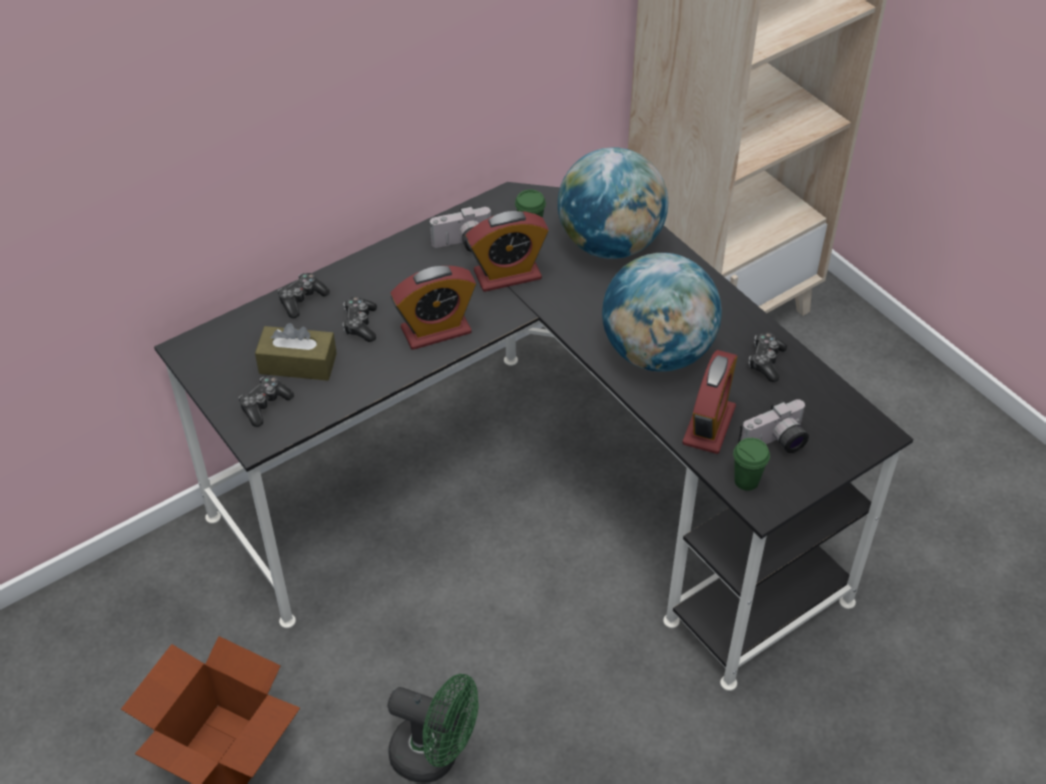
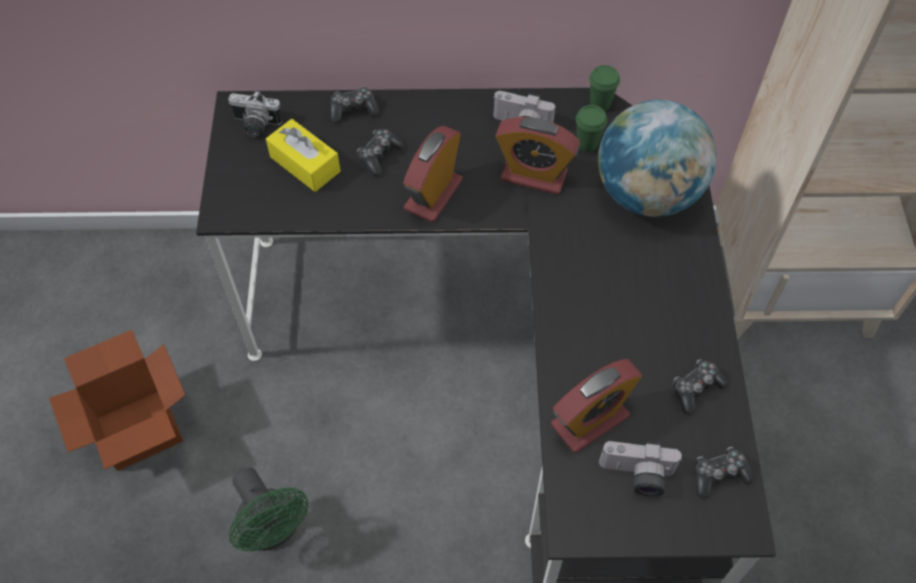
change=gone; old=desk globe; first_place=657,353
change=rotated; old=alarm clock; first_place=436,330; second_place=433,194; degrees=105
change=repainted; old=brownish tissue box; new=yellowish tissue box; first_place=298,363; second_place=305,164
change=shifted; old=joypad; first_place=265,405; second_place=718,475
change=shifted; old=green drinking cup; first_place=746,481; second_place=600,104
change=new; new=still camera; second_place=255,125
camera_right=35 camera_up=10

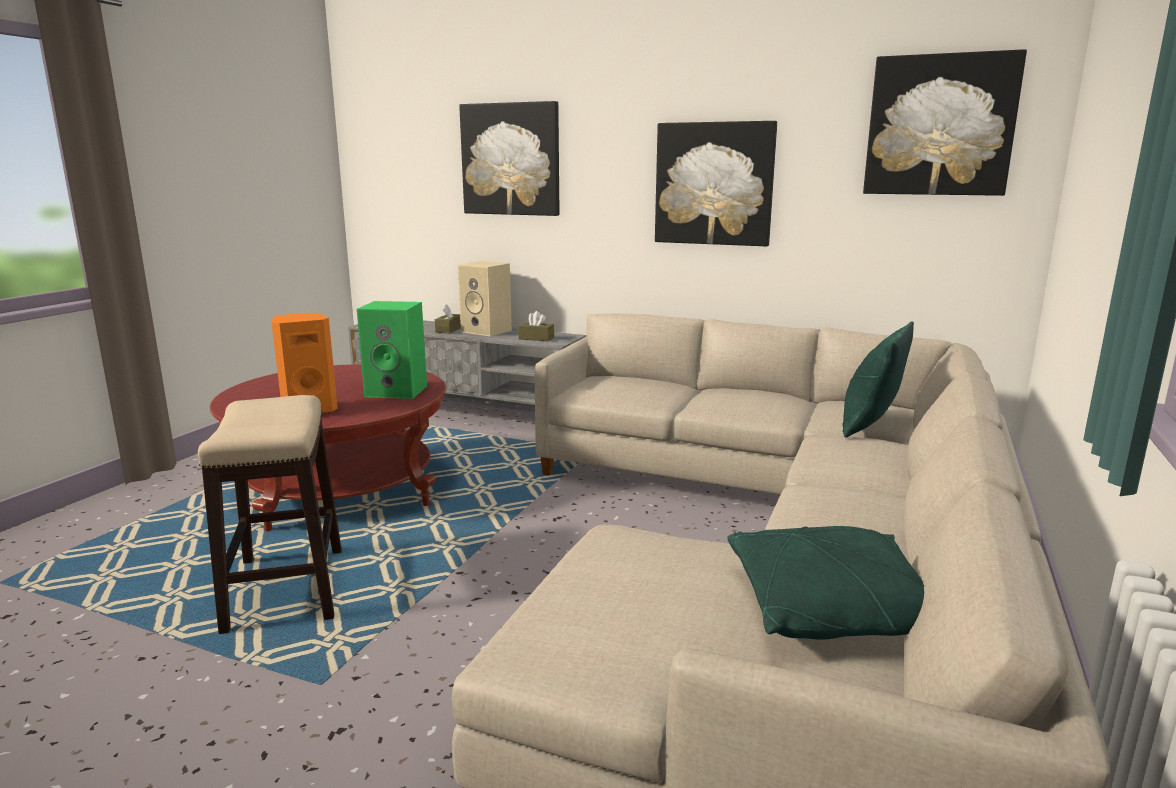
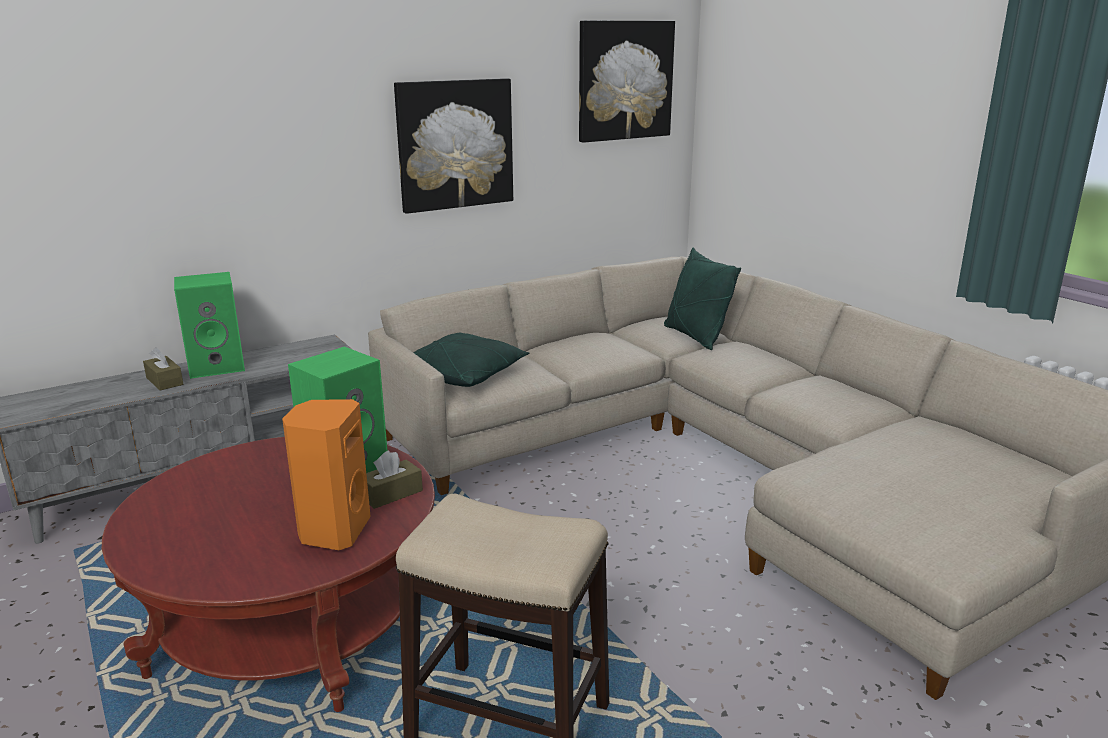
change=gone; old=picture; first_place=511,159
change=repainted; old=beige audio speaker; new=green audio speaker; first_place=488,331; second_place=218,366
change=shifted; old=brownish tissue box; first_place=536,338; second_place=391,494
change=shifted; old=green cushion; first_place=831,609; second_place=464,375
camera_right=-55 camera_up=5

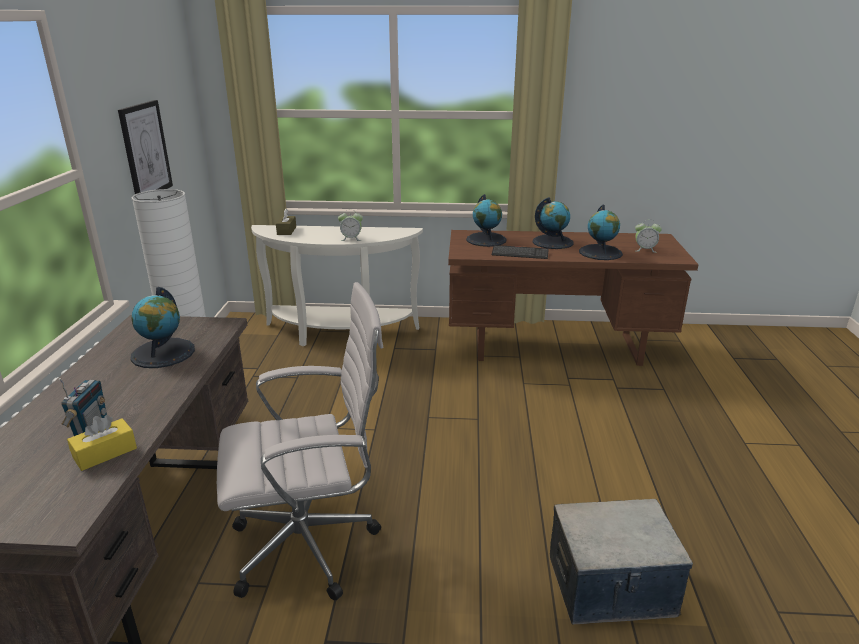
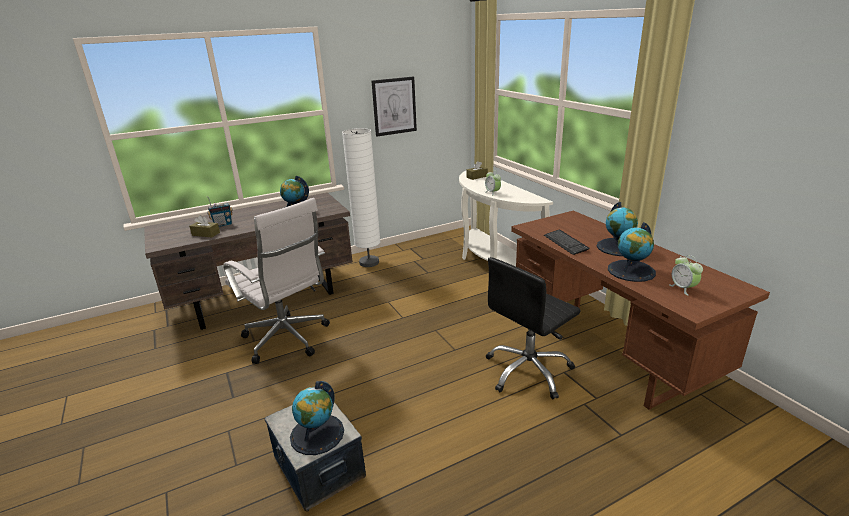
change=shifted; old=desk globe; first_place=486,240; second_place=317,434
change=repainted; old=yellowish tissue box; new=brownish tissue box; first_place=105,453; second_place=206,234
change=new; new=blackish computer chair; second_place=528,371
camera_right=60 camera_up=0

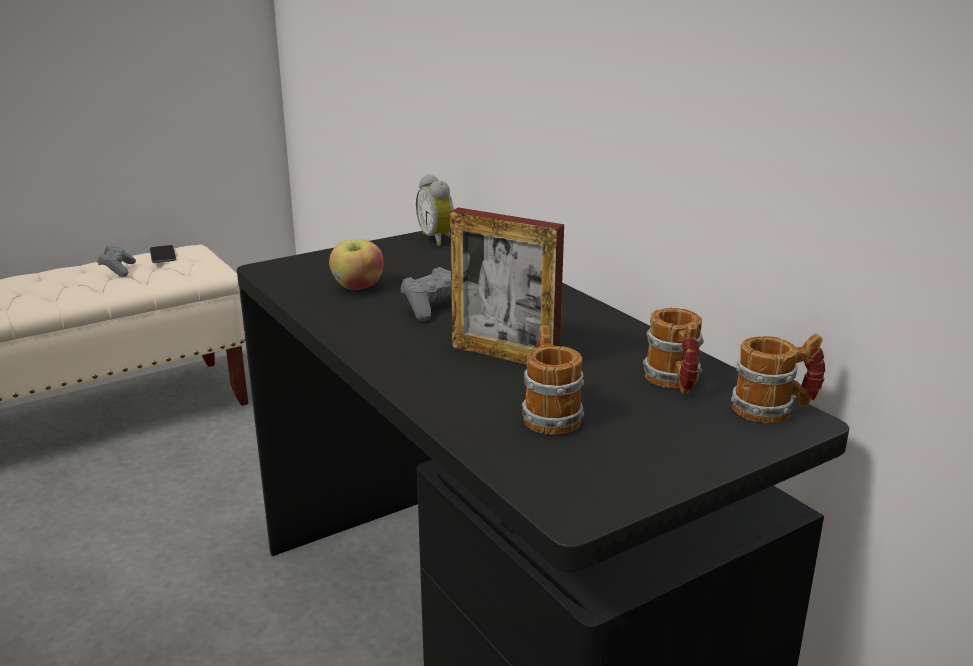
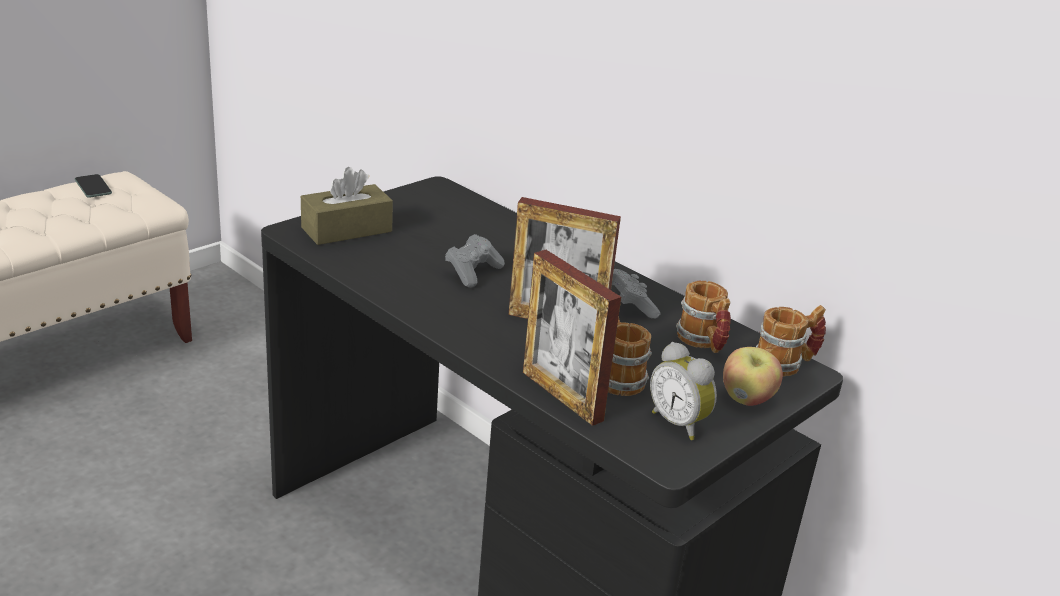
change=shifted; old=alarm clock; first_place=438,239; second_place=679,423
change=shifted; old=whole apple; first_place=357,287; second_place=747,399
change=shifted; old=greyish joypad; first_place=118,270; second_place=629,305
change=new; new=brownish tissue box; second_place=346,229
change=new; new=photo frame; second_place=562,396
camera_right=-15 camera_up=5

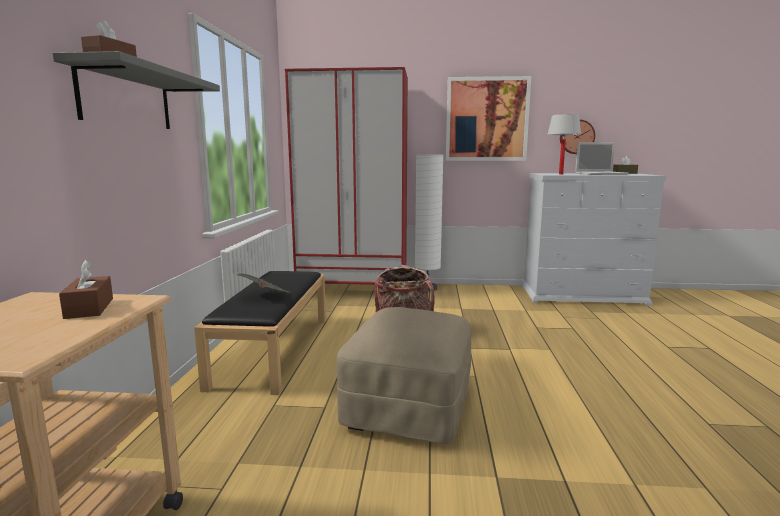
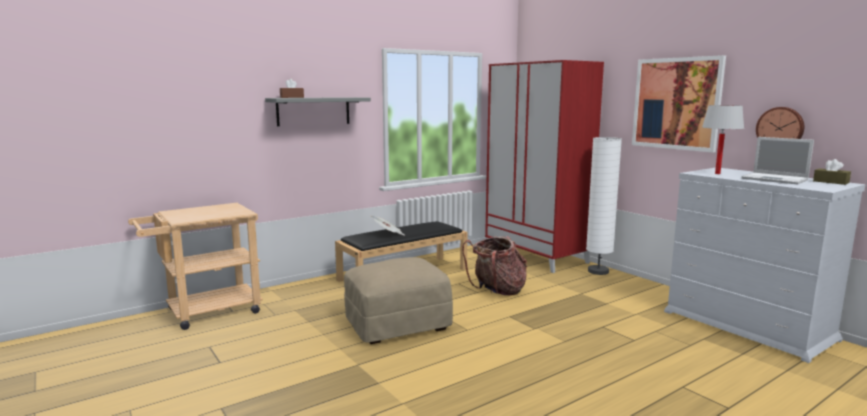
change=gone; old=brownish tissue box; first_place=89,308
camera_right=50 camera_up=0

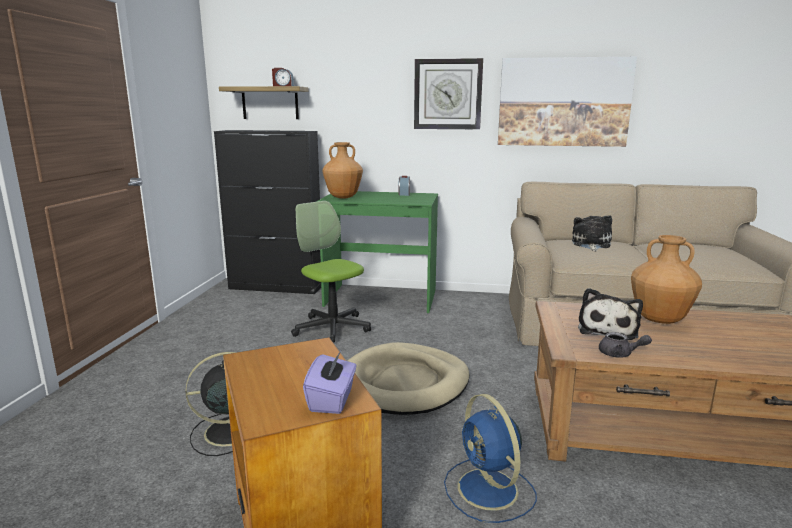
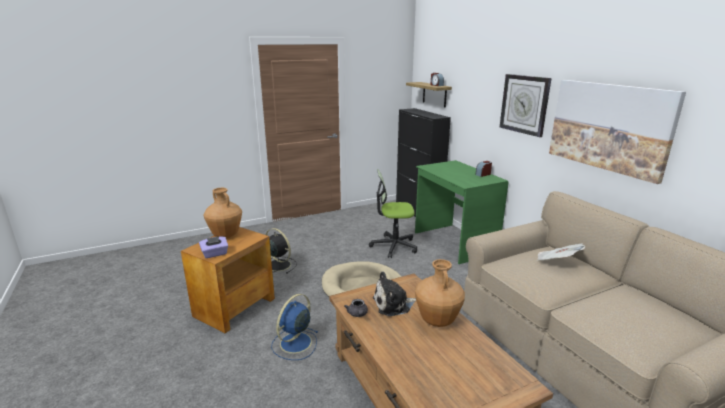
change=shifted; old=brownish decorative vase; first_place=343,197; second_place=226,236
change=rotated; old=computer chair; first_place=332,328; second_place=393,246; degrees=-105
change=swapped; old=soft toy; new=printed paper; first_place=590,244; second_place=556,262
camera_right=55 camera_up=5

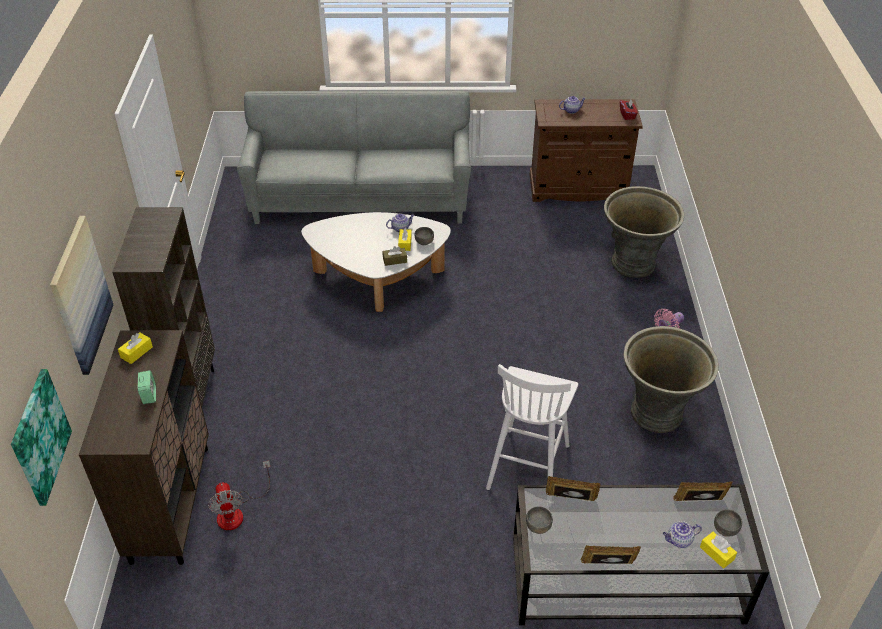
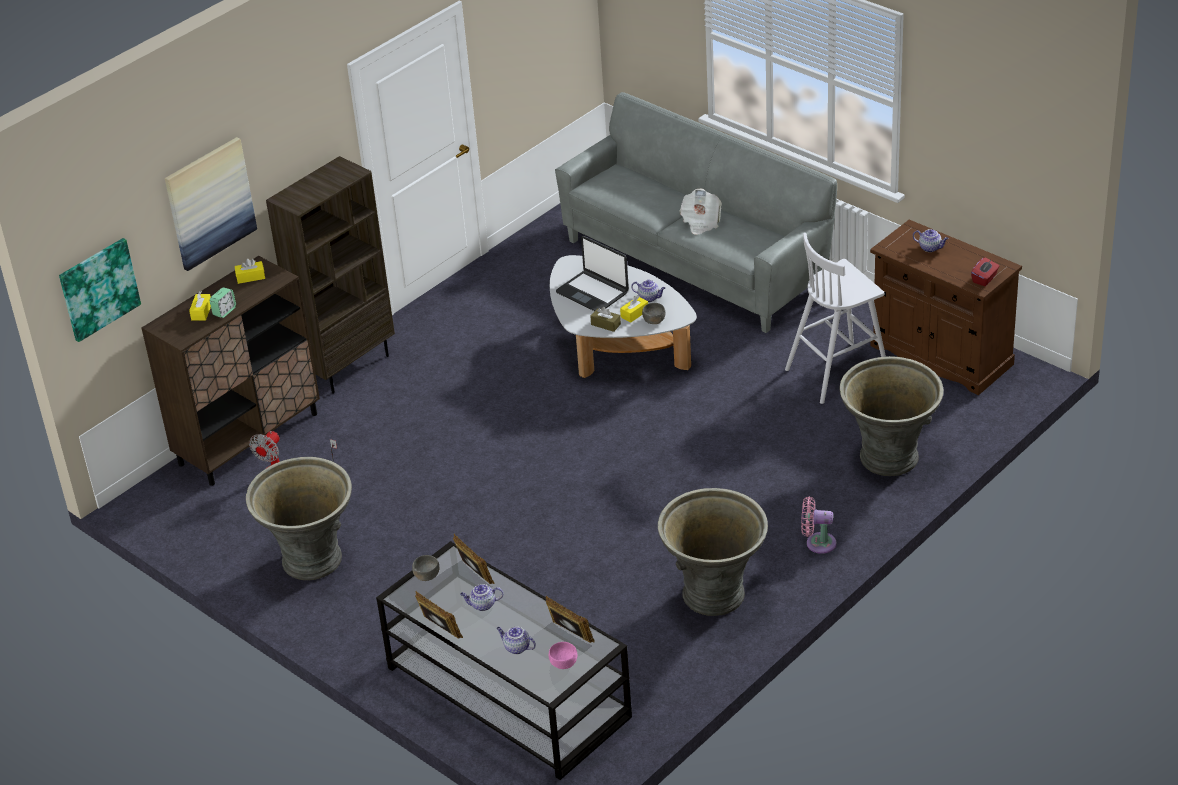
change=shifted; old=white sitting stool; first_place=529,465; second_place=838,372
change=repainted; old=greyish deep dish; new=pink deep dish; first_place=726,529; second_place=564,663
change=shifted; old=yellowish tissue box; first_place=717,553; second_place=201,312
change=new; new=printed paper; second_place=700,222
change=new; new=portable computer; second_place=593,292
change=new; new=greyish plant pot; second_place=311,561
change=new; new=pot for tea; second_place=482,605
camera_right=45 camera_up=-5

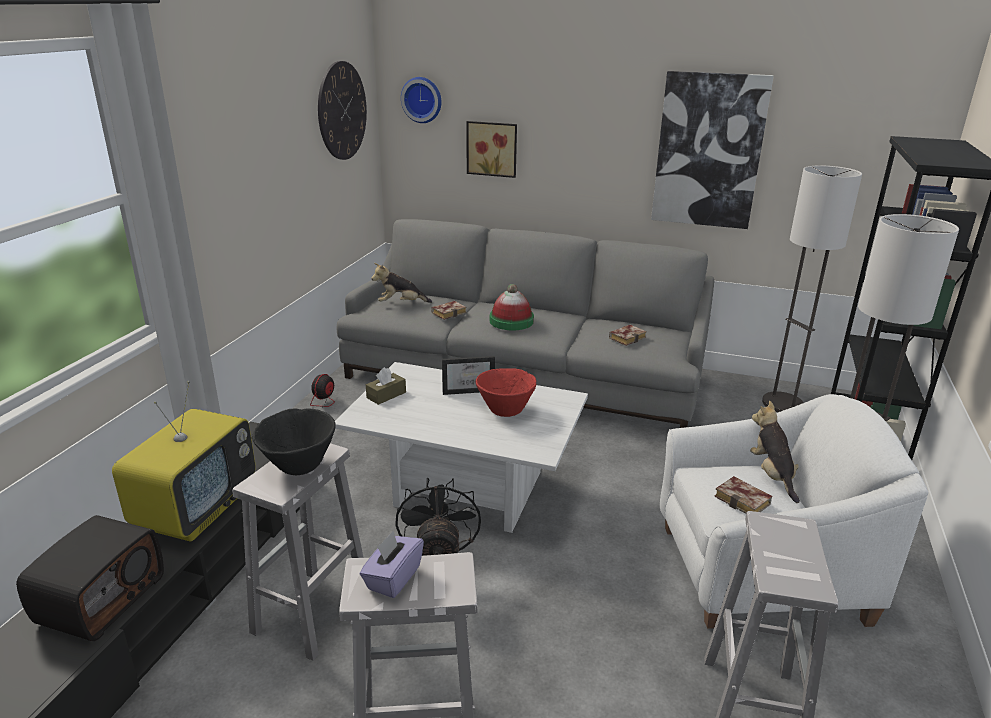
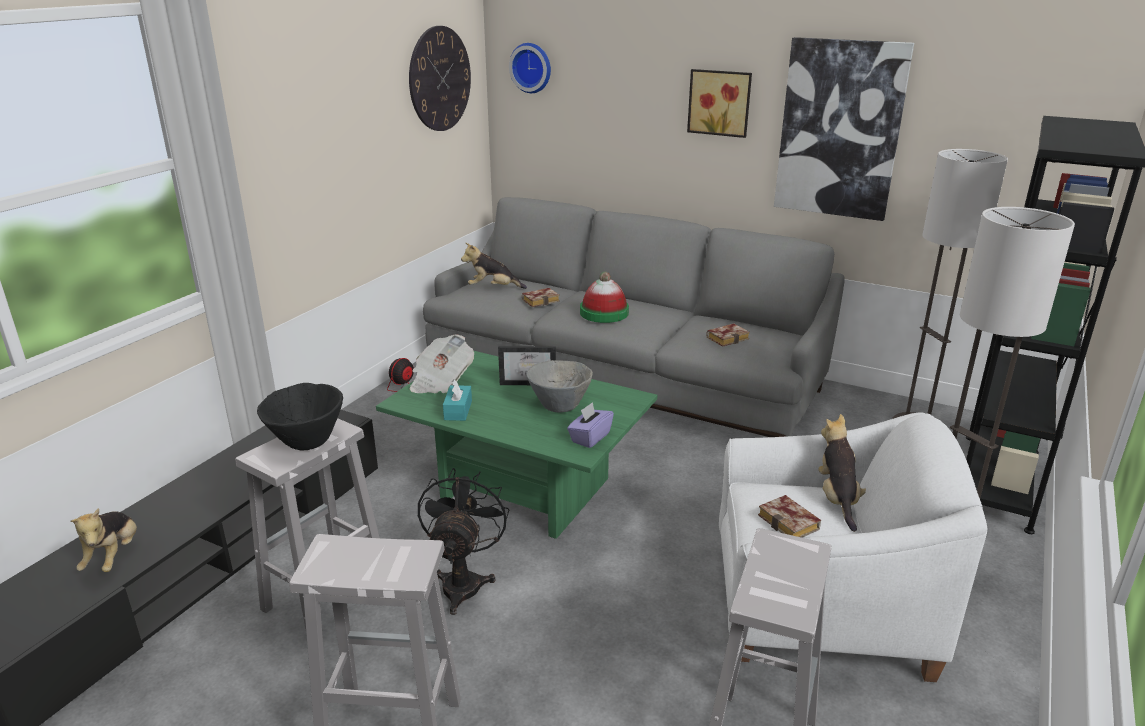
change=shifted; old=picture; first_place=492,148; second_place=720,102
change=repainted; old=white lounge table; new=green lounge table; first_place=465,491; second_place=521,491
change=swapped; old=brownish tissue box; new=printed paper; first_place=386,395; second_place=441,381
change=repainted; old=red deep dish; new=greyish deep dish; first_place=505,410; second_place=559,406
change=gone; old=TV; first_place=197,510
change=swapped; old=radio set; new=soft toy; first_place=101,599; second_place=113,556
change=shifted; old=purple-coloured tissue box; first_place=393,578; second_place=590,437
change=new; new=turquoise tissue box; second_place=458,410
camera_right=10 camera_up=0

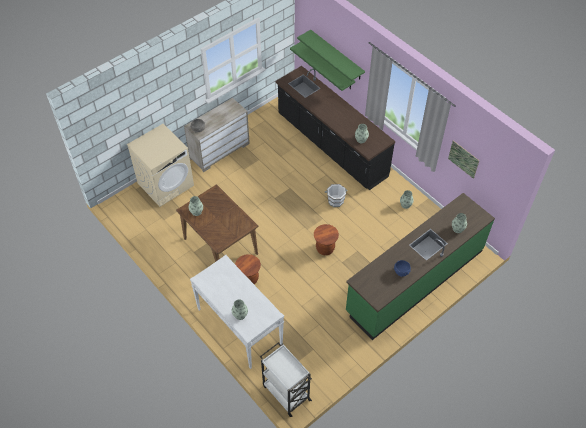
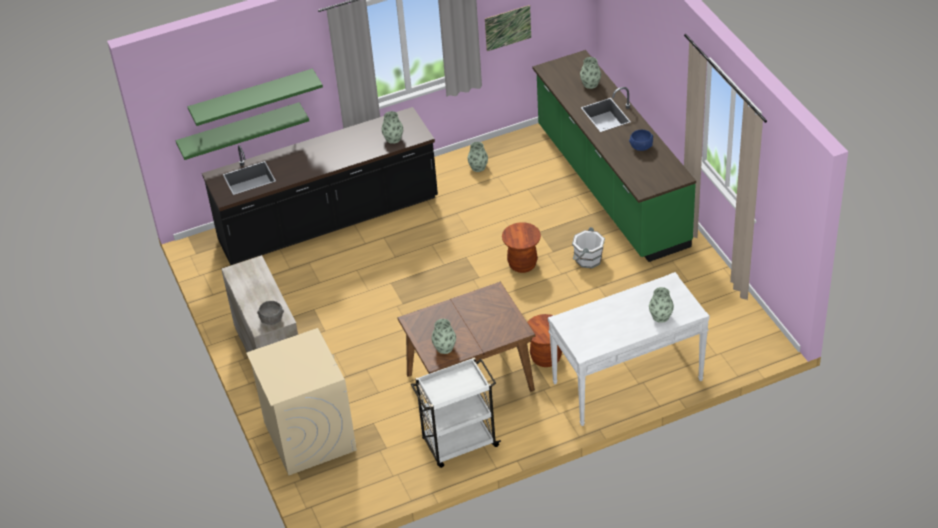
change=shifted; old=white bucket; first_place=335,200; second_place=588,259
change=shifted; old=white trolley; first_place=285,392; second_place=459,444
camera_right=-70 camera_up=-10

